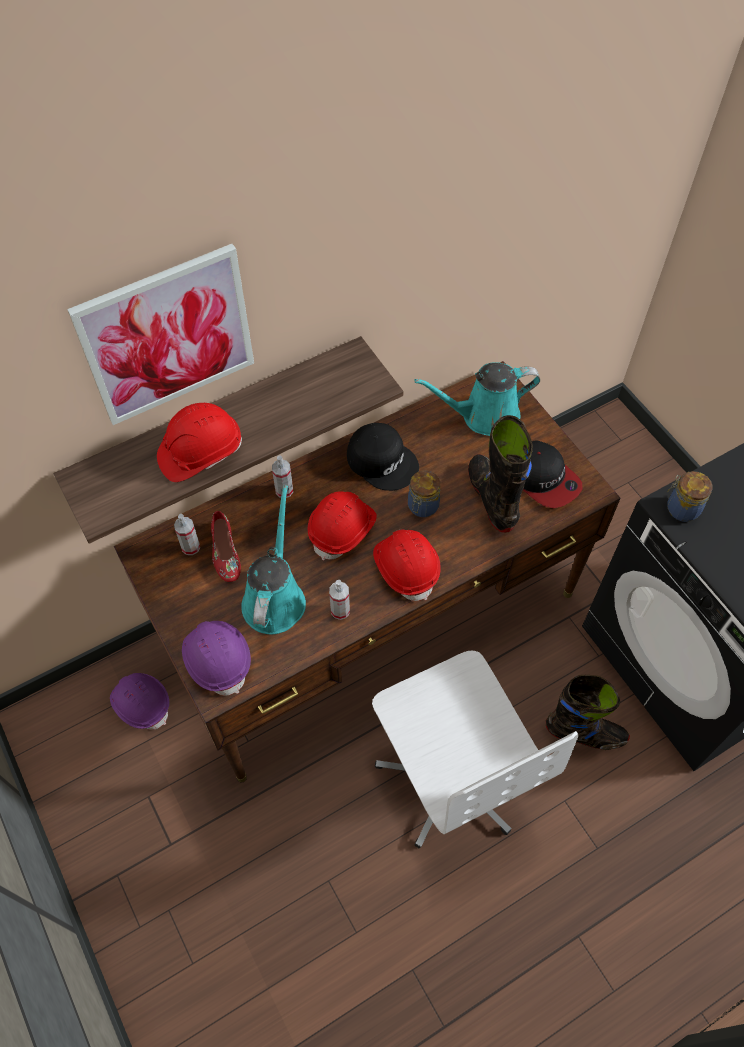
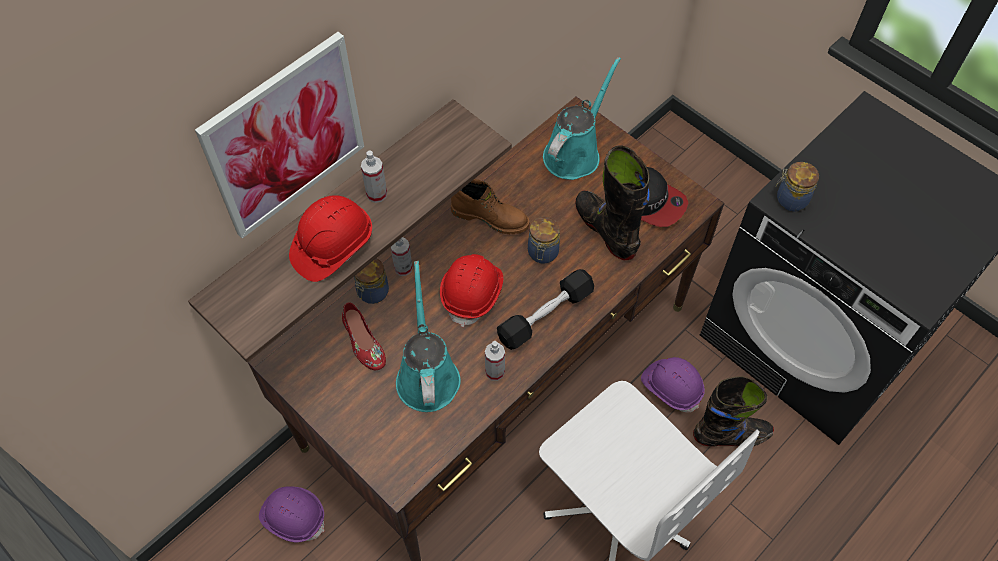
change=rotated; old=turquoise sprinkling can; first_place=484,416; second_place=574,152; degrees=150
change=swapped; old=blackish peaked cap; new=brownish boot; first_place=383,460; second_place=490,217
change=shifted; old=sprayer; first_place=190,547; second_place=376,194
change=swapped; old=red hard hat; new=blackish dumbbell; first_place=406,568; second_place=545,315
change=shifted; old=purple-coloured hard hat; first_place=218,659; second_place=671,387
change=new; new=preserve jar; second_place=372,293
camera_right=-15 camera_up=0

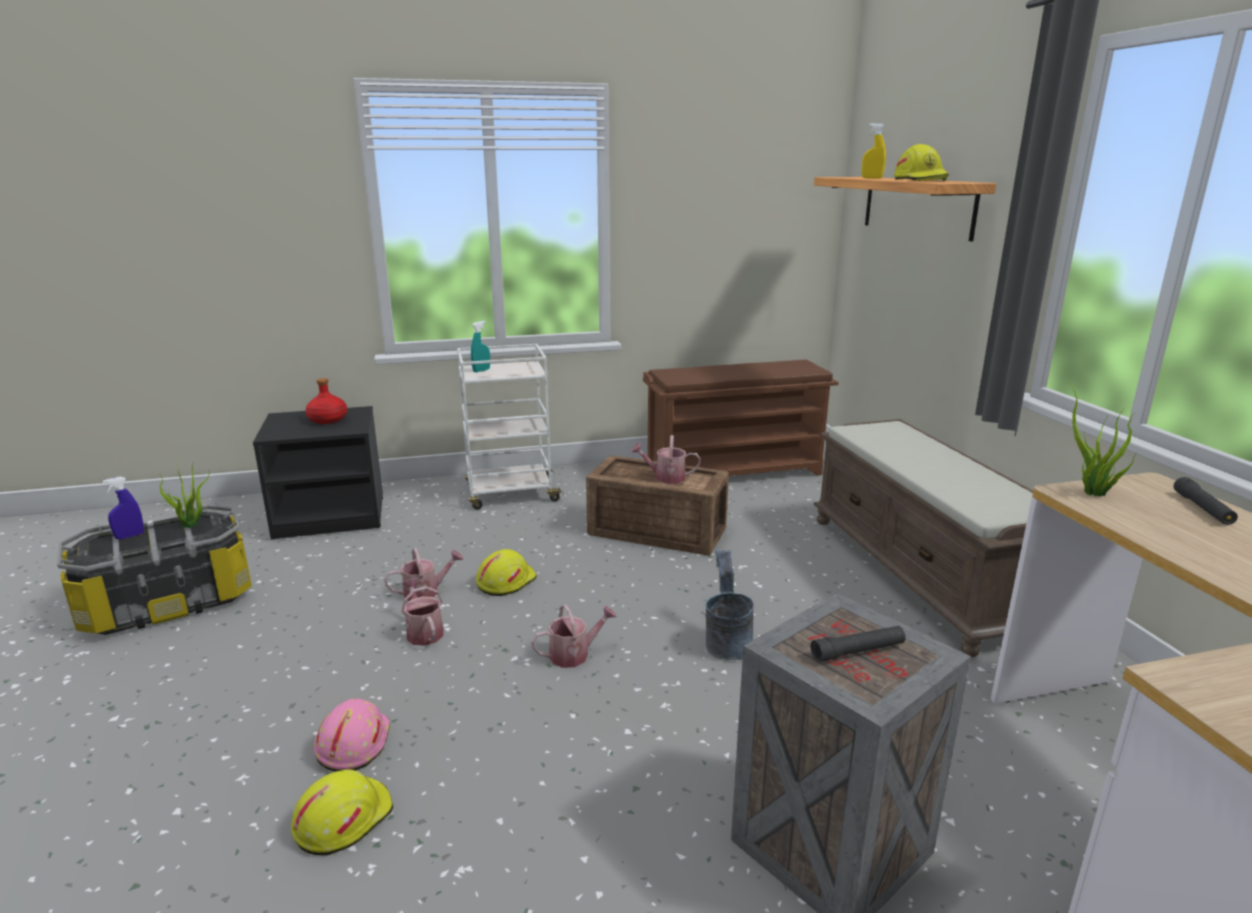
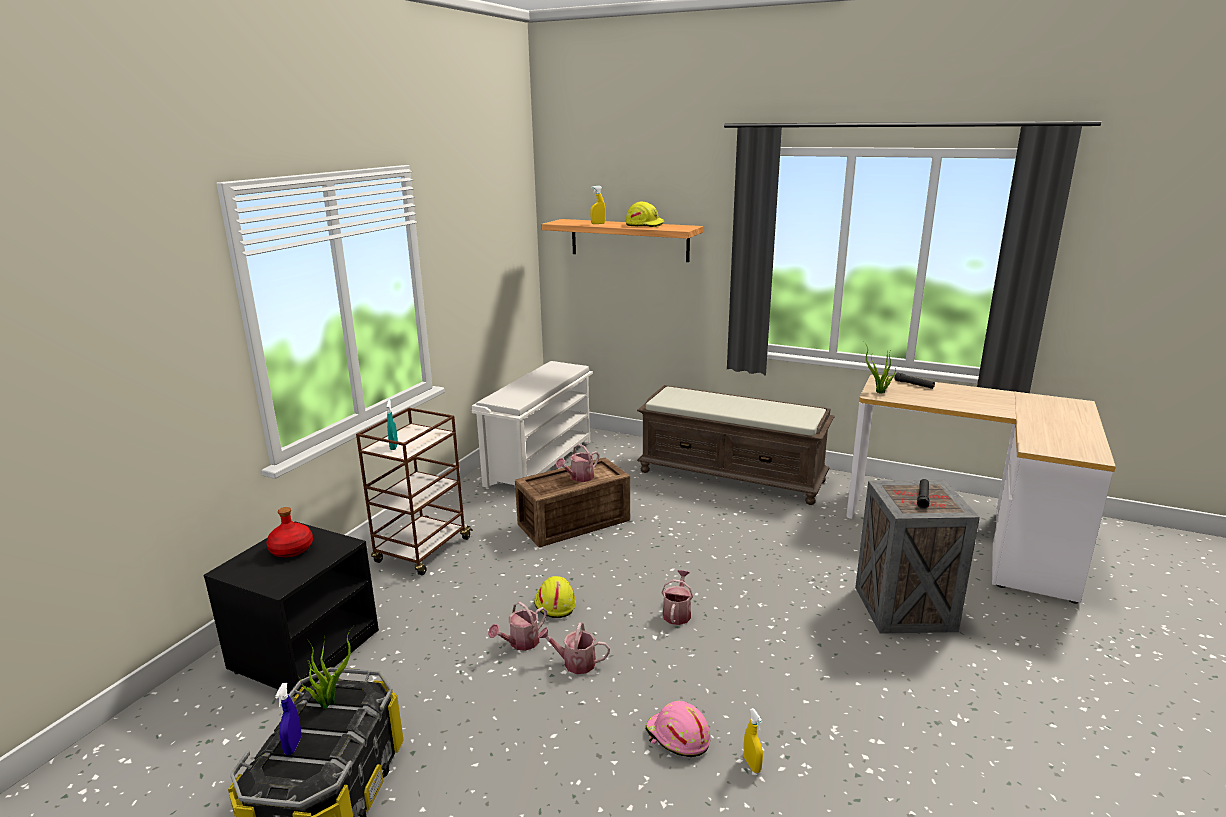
change=repainted; old=white trolley; new=brownish trolley; first_place=510,494; second_place=422,551
change=repainted; old=brownish shoe rack; new=white shoe rack; first_place=735,471; second_place=539,462
change=rotated; old=sprinkling can; first_place=426,592; second_place=520,643; degrees=-150
change=gone; old=greyish bucket; first_place=726,642
change=swapped; old=yellowish hard hat; new=yellowish sprayer; first_place=343,819; second_place=752,764
camera_right=-50 camera_up=0

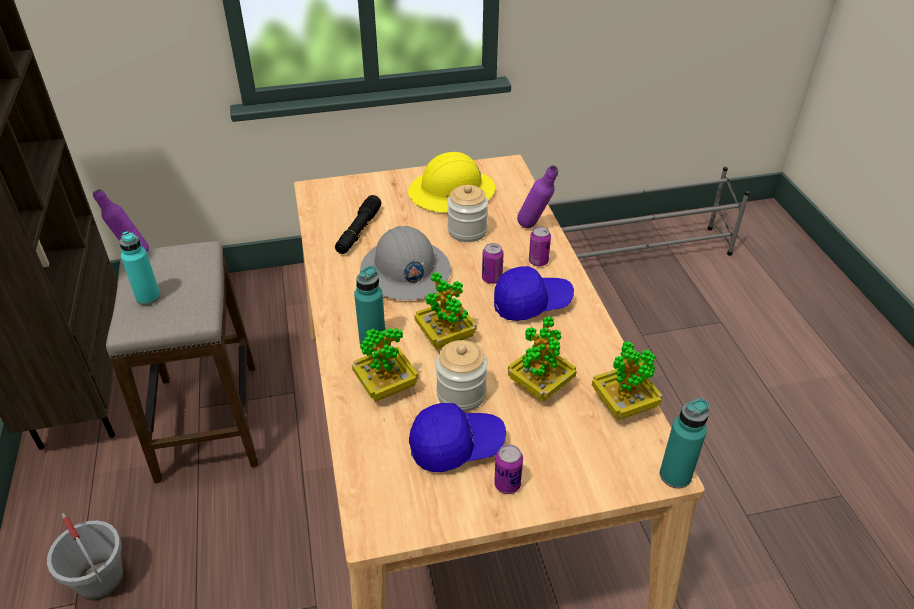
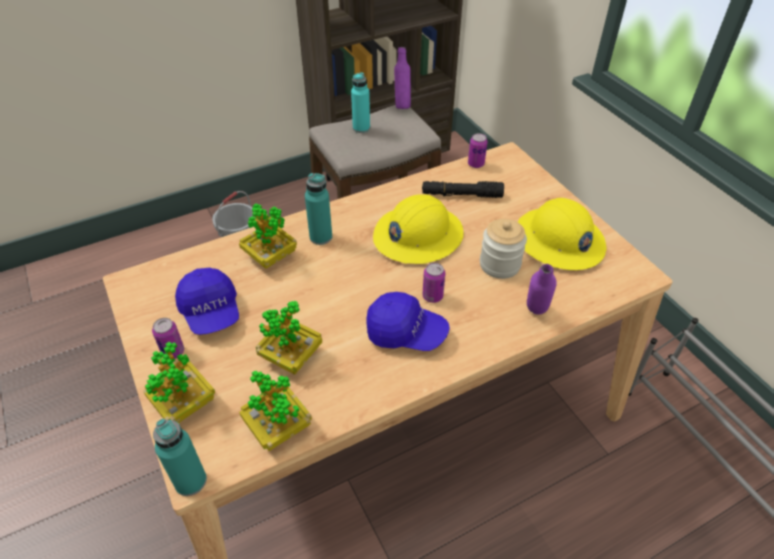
change=repainted; old=greyish hard hat; new=yellowish hard hat; first_place=405,271; second_place=417,235
change=shifted; old=sealed can; first_place=538,261; second_place=475,164
change=rotated; old=blue peaked cap; first_place=531,304; second_place=406,333; degrees=-45
change=shifted; old=potted plant; first_place=445,337; second_place=184,404
change=gone; old=preserve jar; first_place=461,394
camera_right=75 camera_up=5

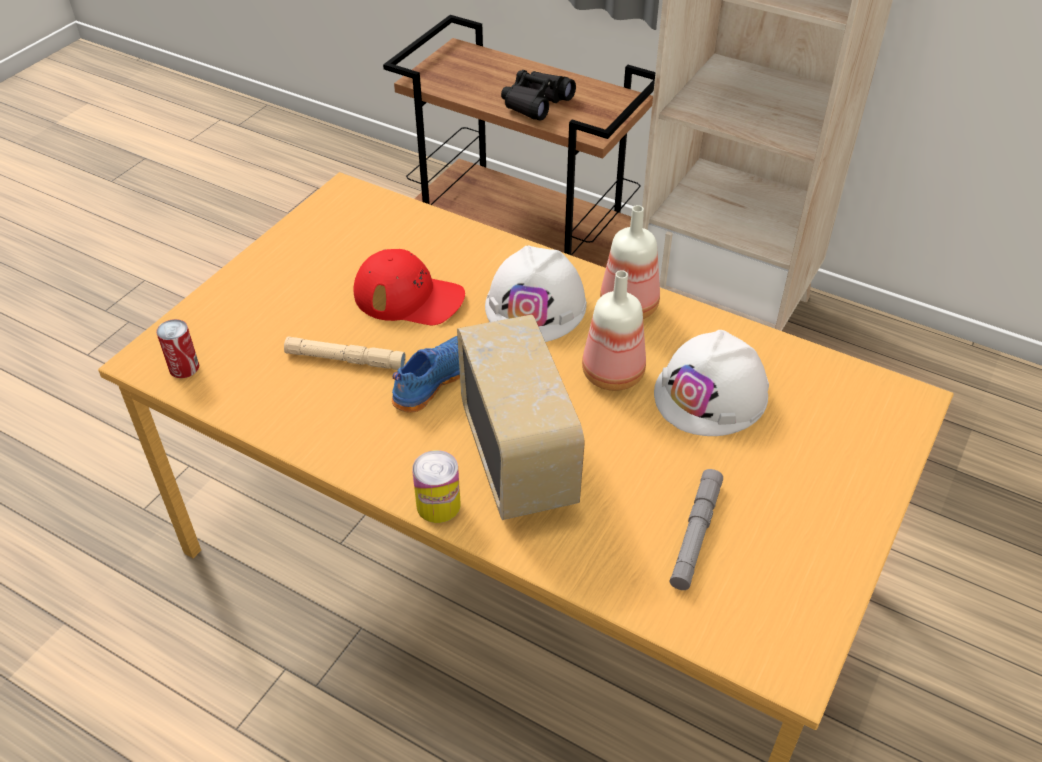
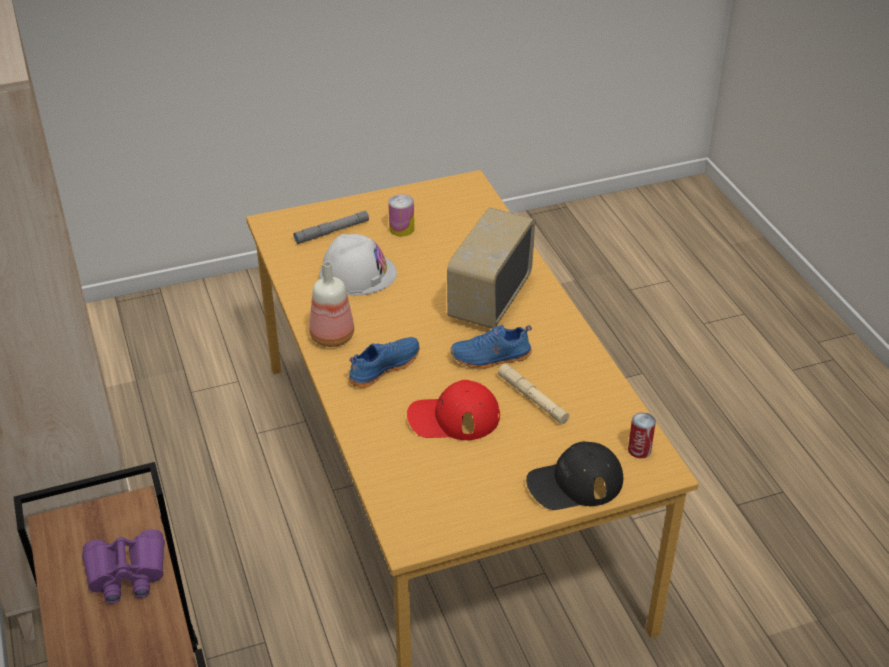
change=repainted; old=blackish binoculars; new=purple-coloured binoculars; first_place=535,103; second_place=126,573
change=swapped; old=white hard hat; new=blue item of footwear; first_place=536,305; second_place=383,367
change=rotated; old=red peaked cap; first_place=409,297; second_place=453,418; degrees=-60
change=gone; old=beverage bottle; first_place=614,375
change=shifted; old=sealed can; first_place=438,505; second_place=401,229
change=shifted; old=greyish flashlight; first_place=695,534; second_place=332,231
change=new; new=blackish peaked cap; second_place=574,483
camera_right=-140 camera_up=-5

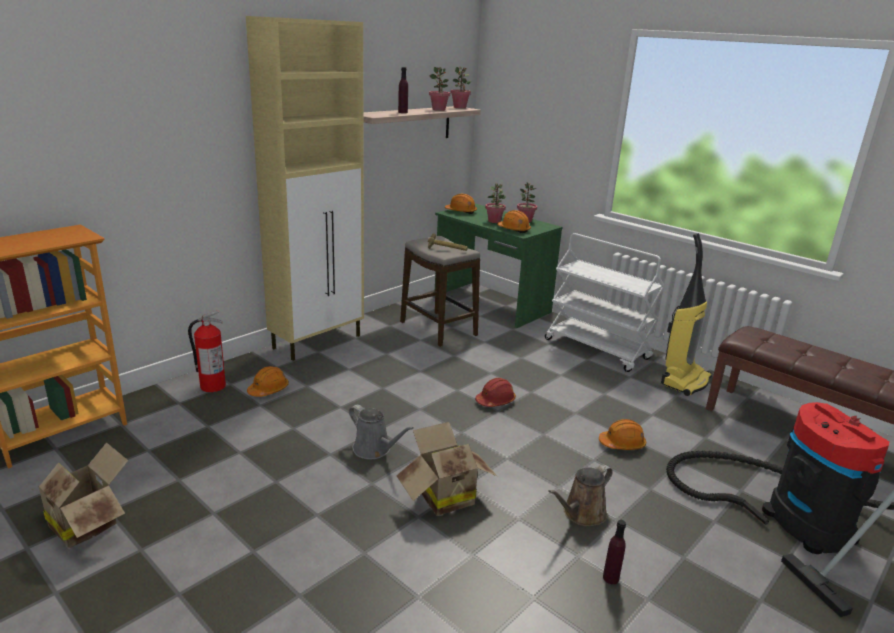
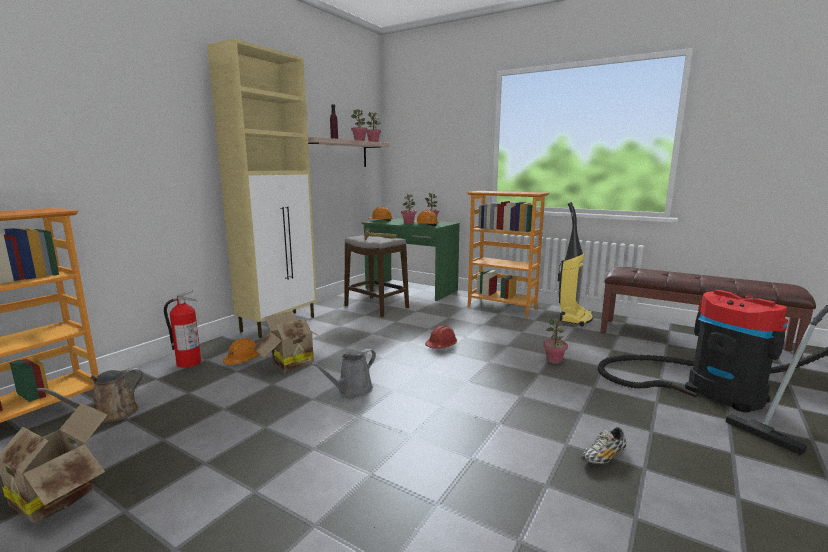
change=swapped; old=white trolley; new=bookshelf; first_place=597,349; second_place=502,307
change=rotated; old=greyish sprinkling can; first_place=374,449; second_place=352,390; degrees=105
change=swapped; old=orange-coloured hard hat; new=potted plant; first_place=622,444; second_place=554,361
change=shifted; old=cardboard box; first_place=442,496; second_place=290,362
change=shifted; old=brownish sprinkling can; first_place=581,514; second_place=110,415
change=swapped; old=purple-coloured beverage bottle; new=item of footwear; first_place=610,578; second_place=603,457
camera_right=-10 camera_up=-10

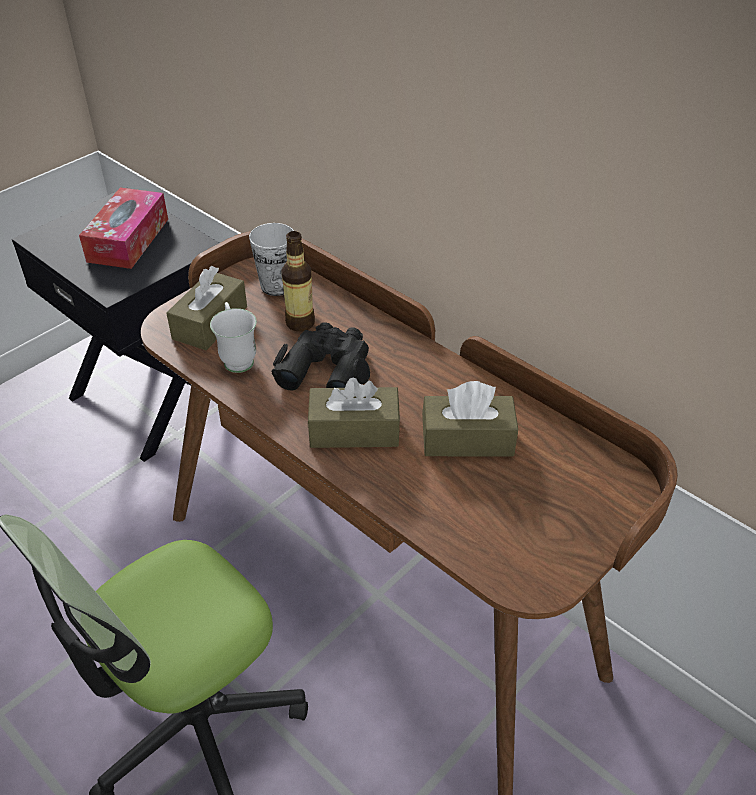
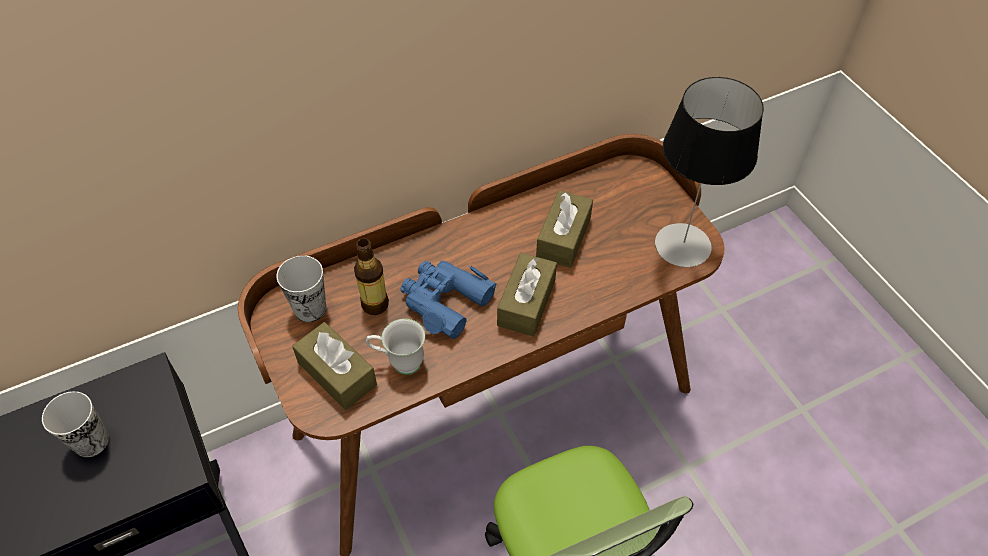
change=swapped; old=tissue box; new=drinking cup; first_place=128,240; second_place=91,441
change=repainted; old=blackish binoculars; new=blue binoculars; first_place=327,368; second_place=444,301
change=new; new=lamp for a table; second_place=683,245
camera_right=-70 camera_up=10

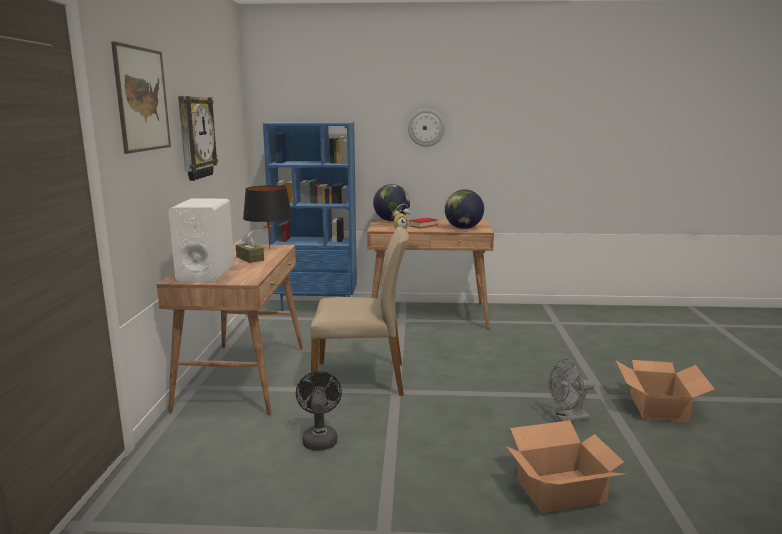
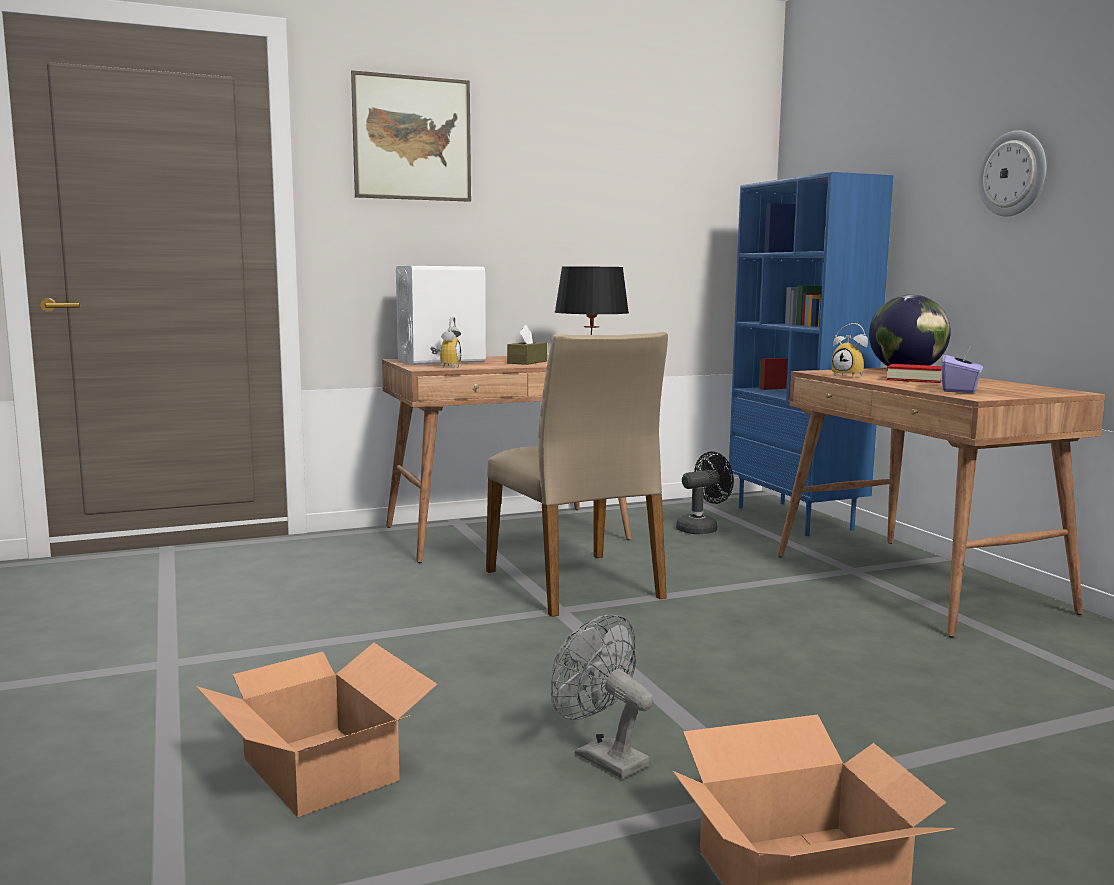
change=gone; old=clock on the wall; first_place=195,137
change=swapped; old=desk globe; new=purple-coloured tissue box; first_place=463,228; second_place=960,390
change=shifted; old=blackish fan; first_place=319,438; second_place=702,528
change=new; new=alarm clock; second_place=446,367
camera_right=65 camera_up=-5

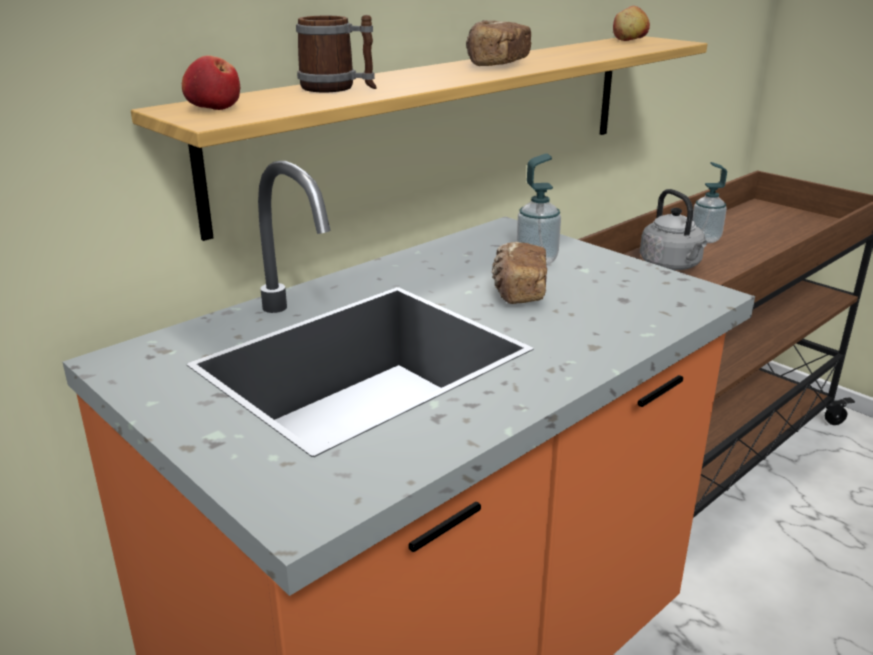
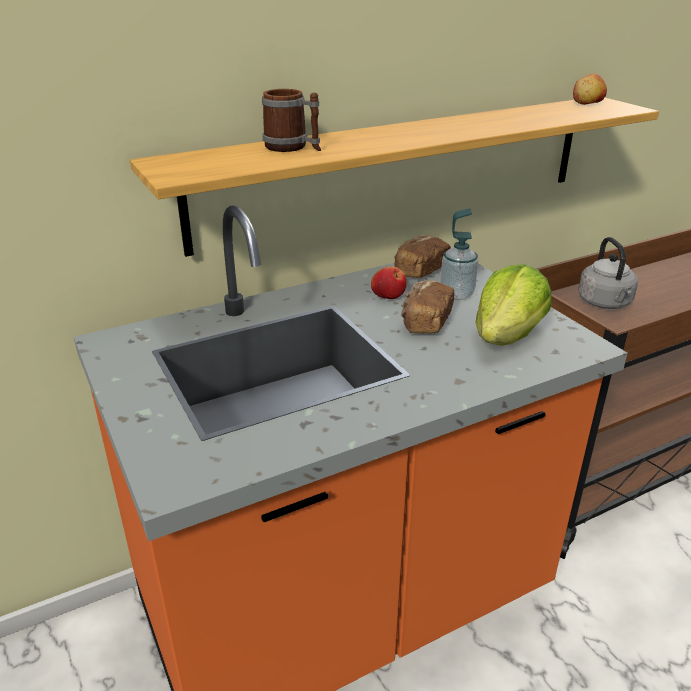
change=shifted; old=baked bread; first_place=496,64; second_place=419,270
change=shifted; old=whole apple; first_place=214,108; second_place=388,295
change=gone; old=soap bottle; first_place=705,239
change=new; new=lettuce; second_place=507,336
camera_right=15 camera_up=5

